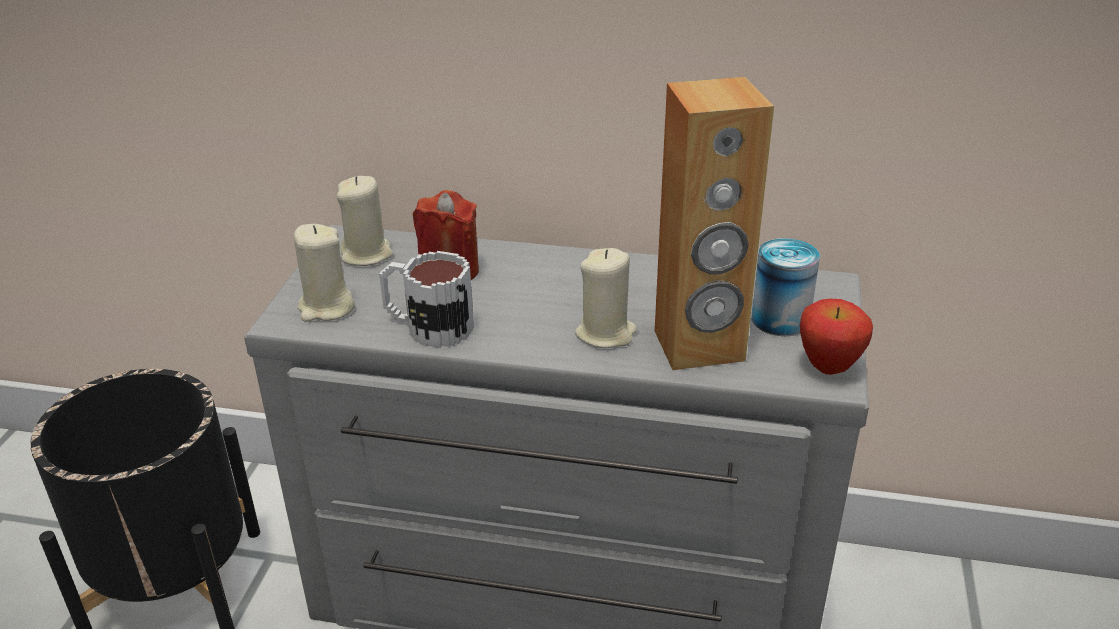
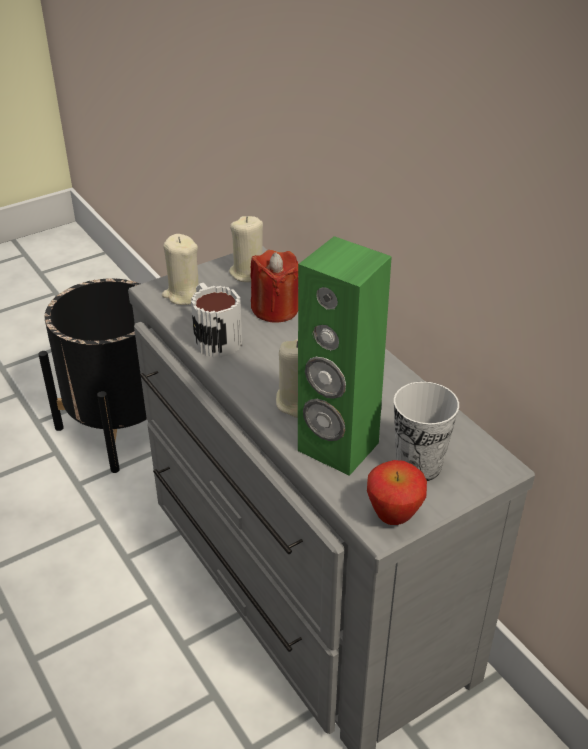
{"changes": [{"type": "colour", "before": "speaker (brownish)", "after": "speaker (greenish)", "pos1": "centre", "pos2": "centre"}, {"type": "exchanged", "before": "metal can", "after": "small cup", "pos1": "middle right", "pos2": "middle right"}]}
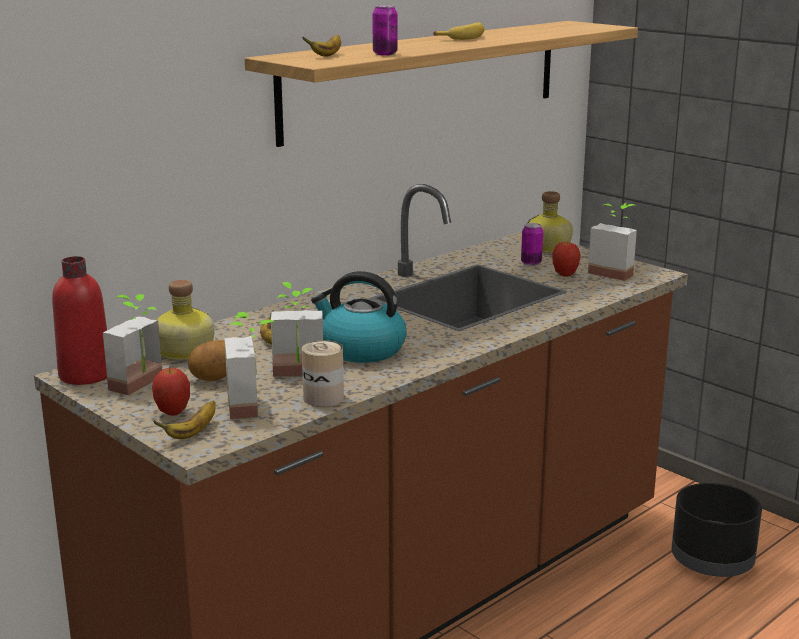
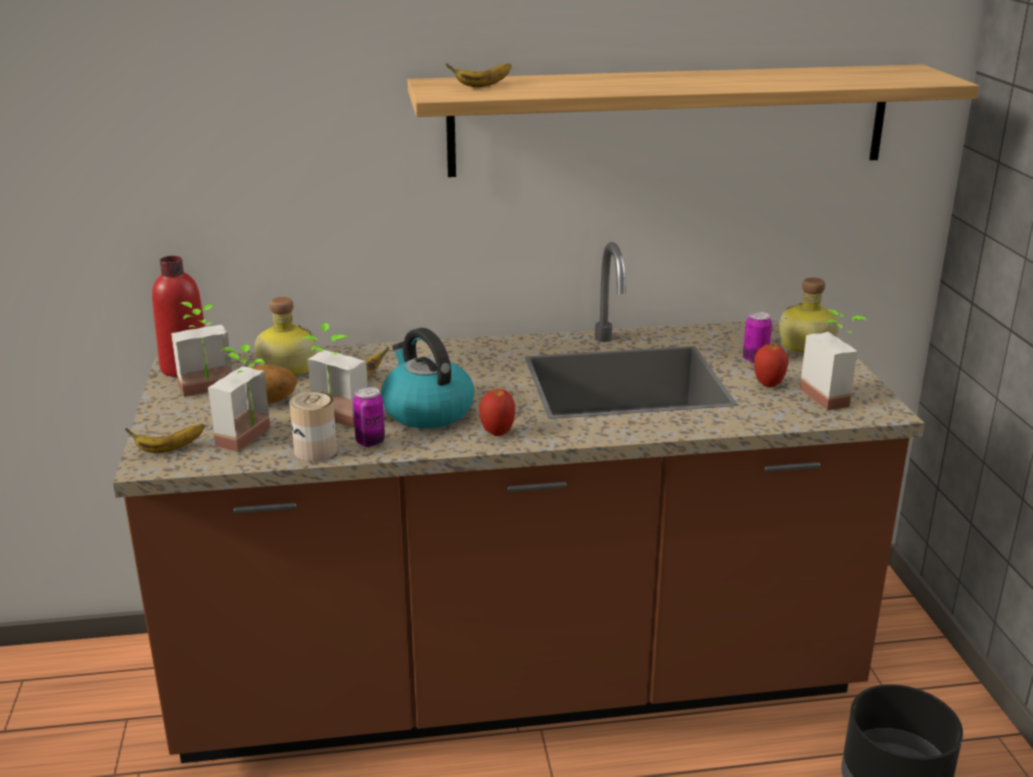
{"changes": [{"type": "relocated", "before": "apple (no. 1 from left)", "pos1": "middle left", "pos2": "centre"}, {"type": "relocated", "before": "metal can (no. 2 from left)", "pos1": "top centre", "pos2": "centre"}, {"type": "missing", "before": "banana (no. 4 from left)", "pos1": "top centre"}]}
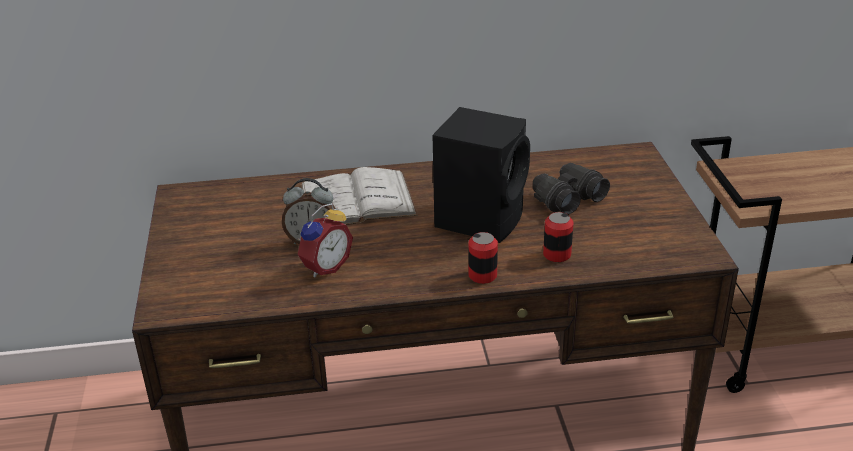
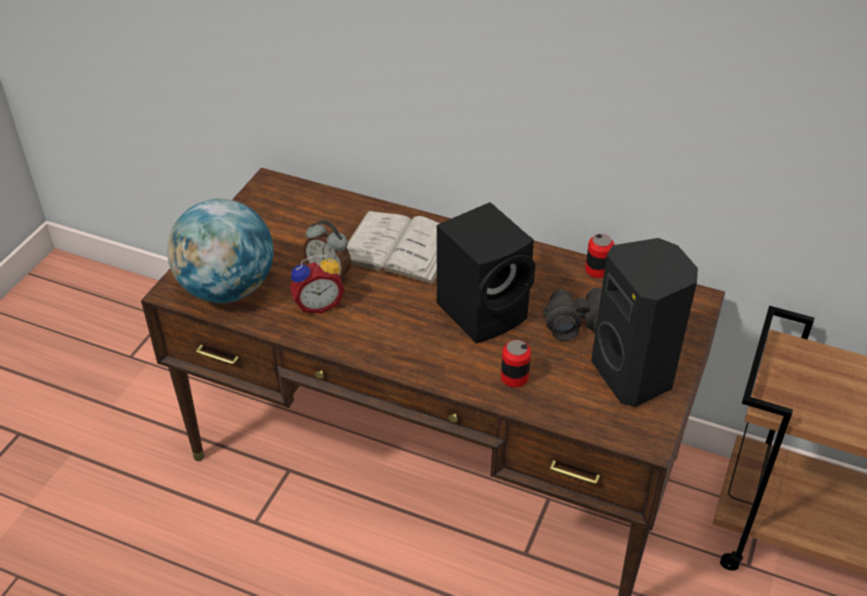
{"changes": [{"type": "relocated", "before": "metal can (no. 1 from left in the first image)", "after": "metal can (no. 2 from left)", "pos1": "centre", "pos2": "middle right"}, {"type": "appeared", "after": "globe", "pos2": "middle left"}, {"type": "appeared", "after": "speaker (black) (no. 2 from left)", "pos2": "middle right"}]}
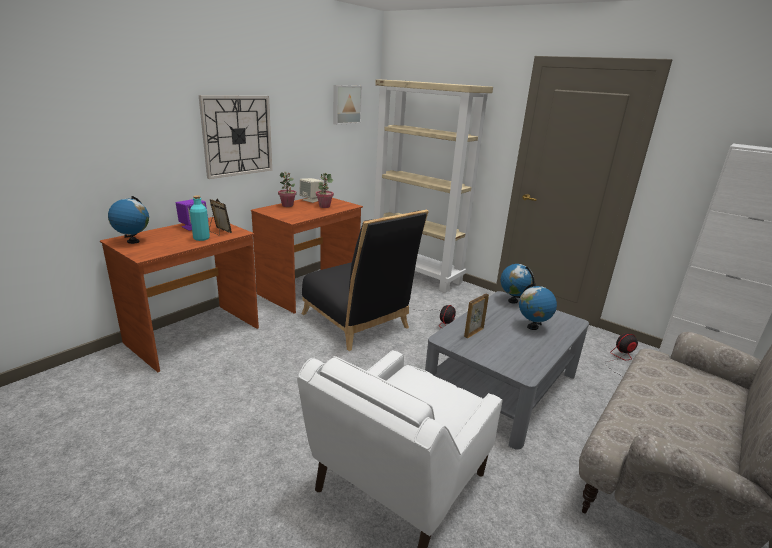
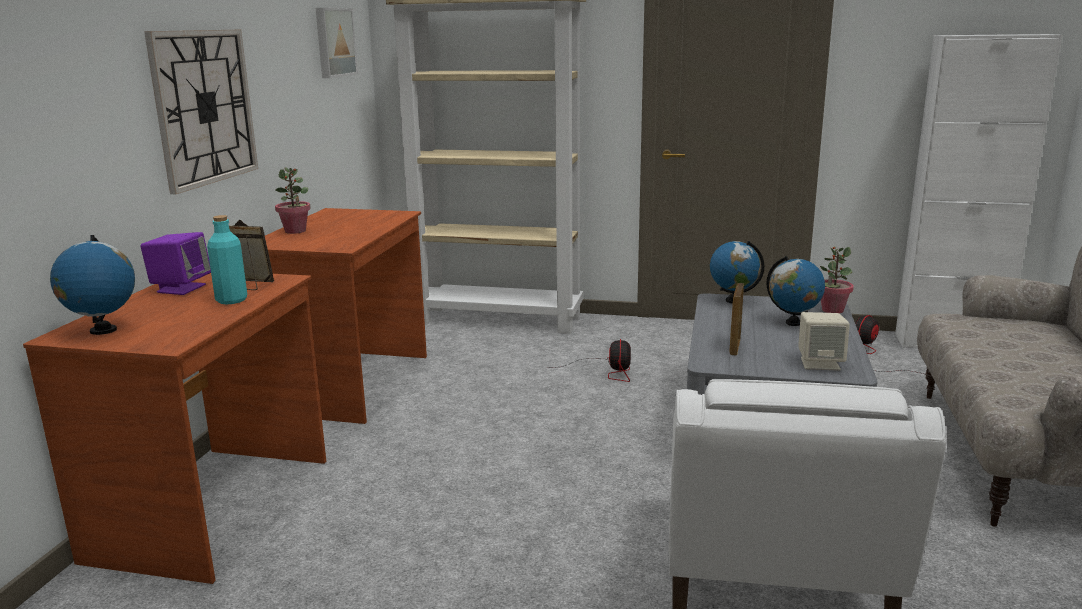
{"changes": [{"type": "relocated", "before": "speaker (beige-coloured)", "pos1": "centre", "pos2": "middle right"}, {"type": "missing", "before": "upright chair (black)", "pos1": "centre"}, {"type": "relocated", "before": "houseplant (no. 2 from left)", "pos1": "centre", "pos2": "middle right"}]}
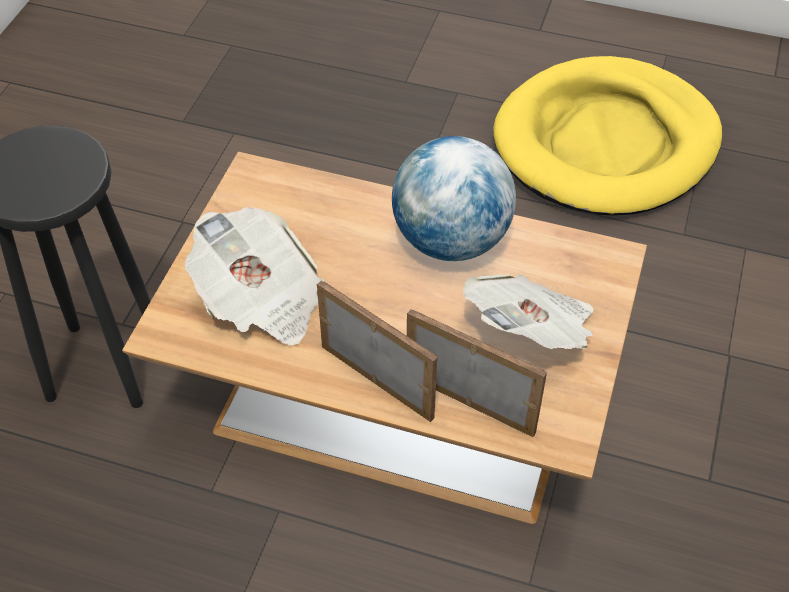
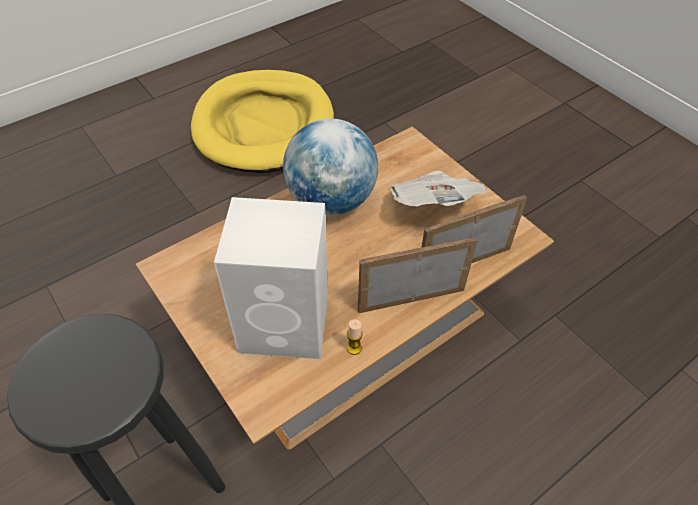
{"changes": [{"type": "exchanged", "before": "newspaper (no. 1 from left)", "after": "speaker (white)", "pos1": "middle left", "pos2": "centre"}, {"type": "appeared", "after": "wax light", "pos2": "bottom centre"}]}
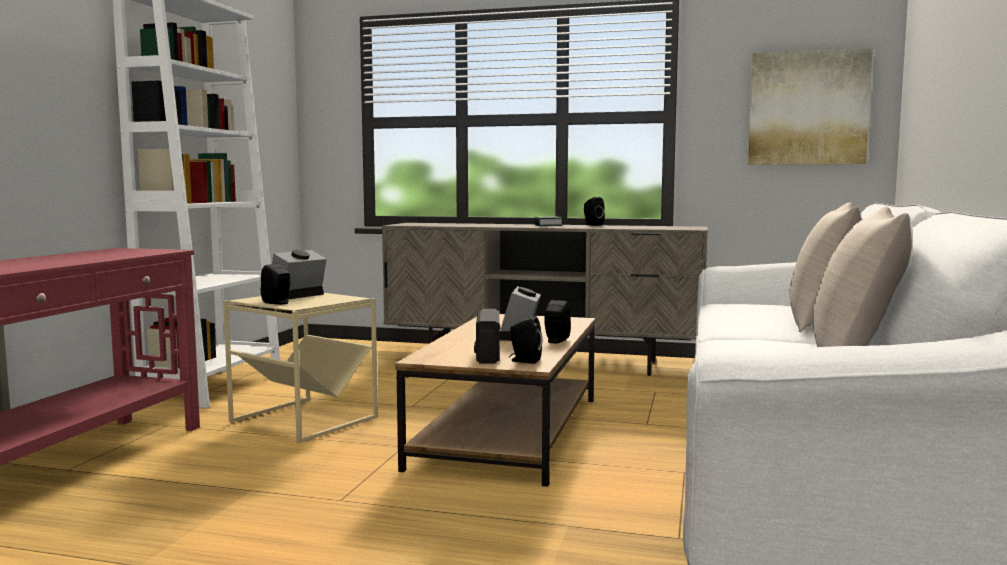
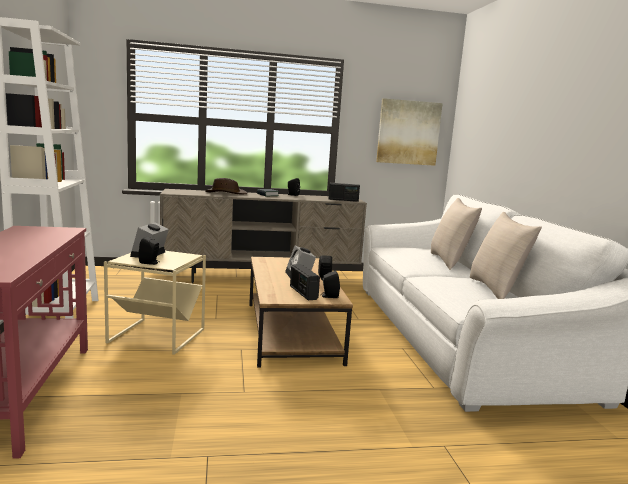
{"changes": [{"type": "appeared", "after": "clothing hat (brownish)", "pos2": "centre"}, {"type": "appeared", "after": "radio receiver (no. 2 from left)", "pos2": "centre"}]}
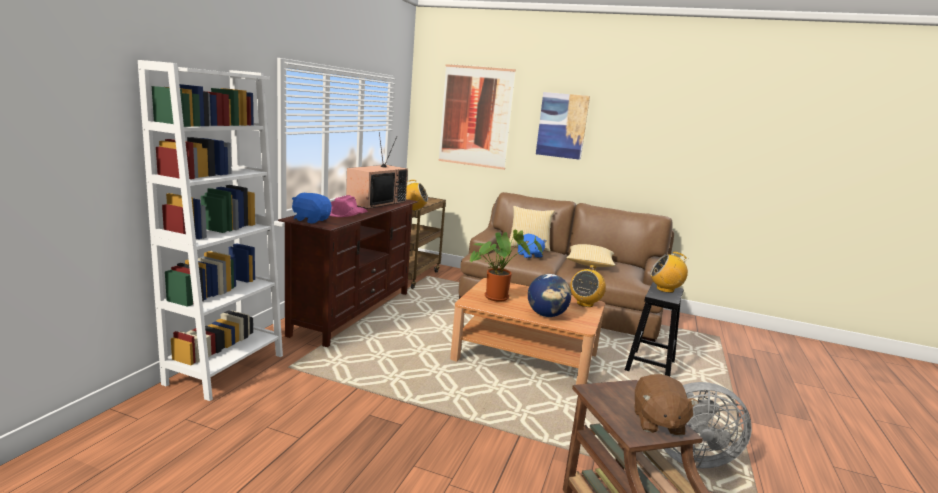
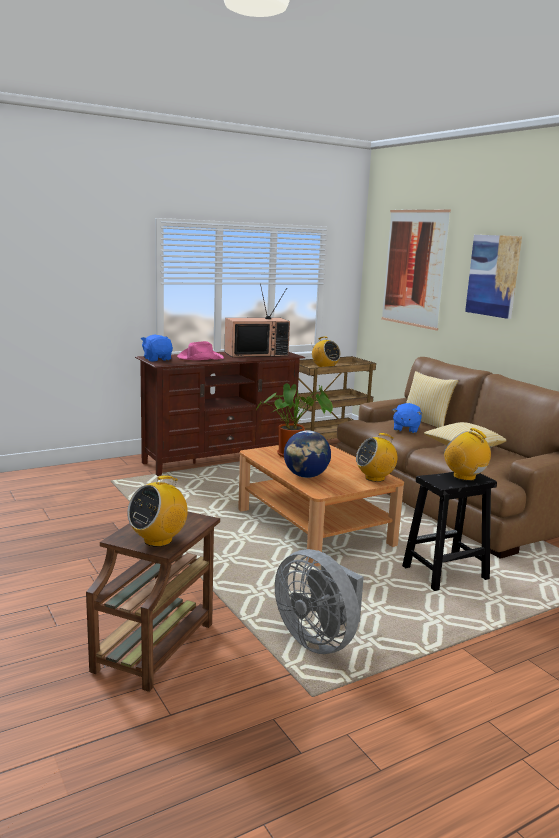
{"changes": [{"type": "missing", "before": "shelving unit (white)", "pos1": "middle left"}, {"type": "exchanged", "before": "cuddly toy (brownish)", "after": "radio receiver (no. 1 from left)", "pos1": "bottom right", "pos2": "middle left"}]}
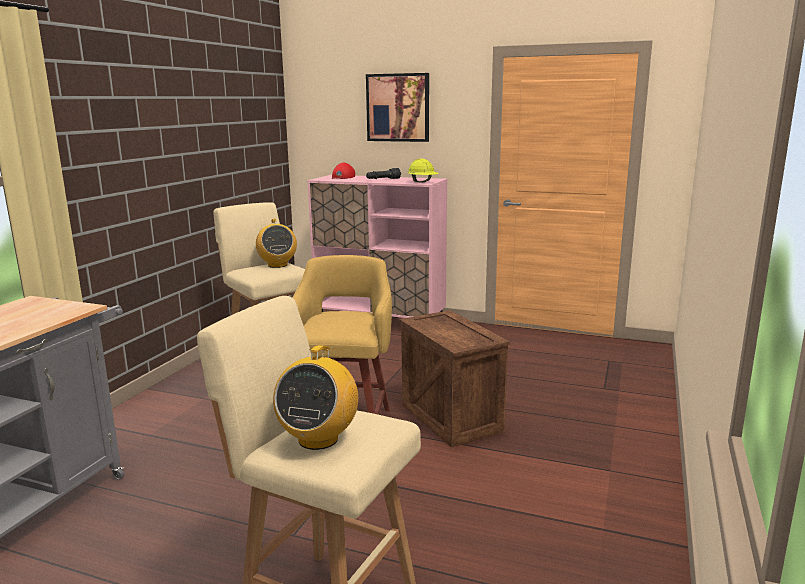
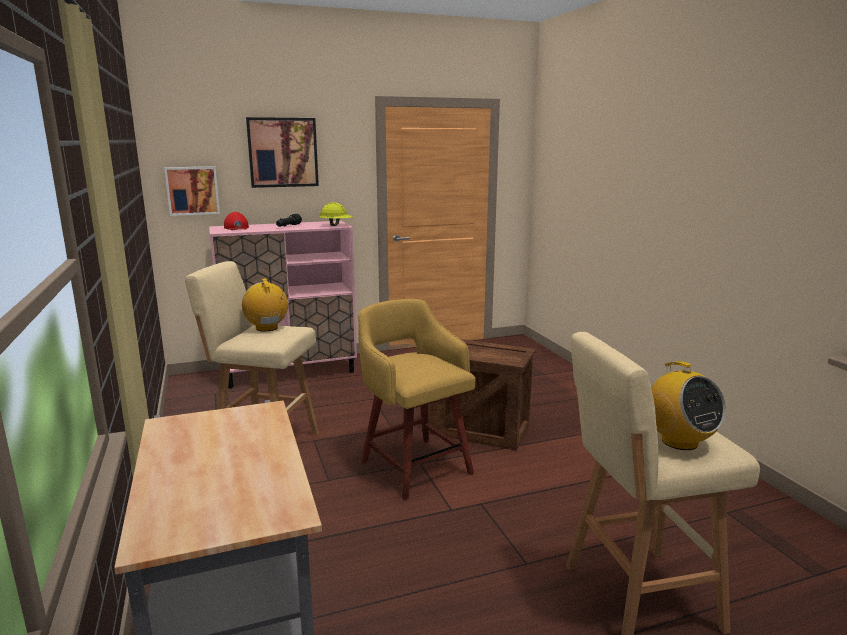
{"changes": [{"type": "spun", "before": "radio receiver (no. 1 from left)", "pos1": "centre", "pos2": "middle left", "turn": -150}, {"type": "appeared", "after": "wall picture (no. 1 from left)", "pos2": "top left"}]}
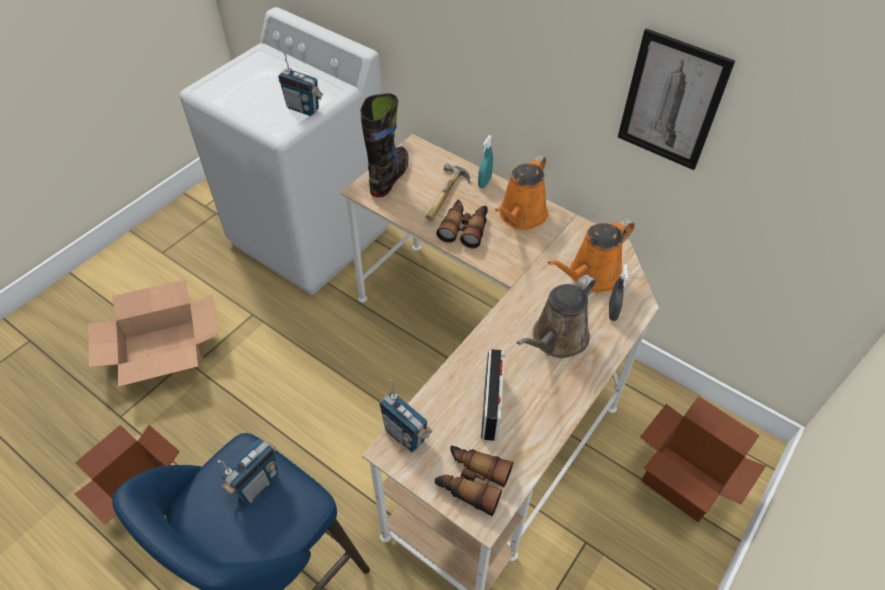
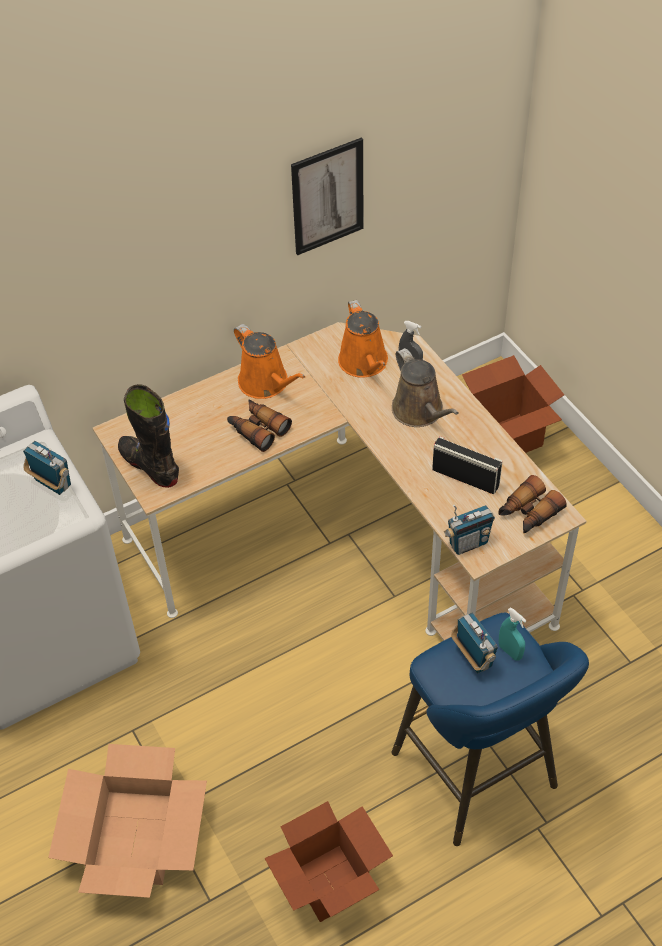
{"changes": [{"type": "spun", "before": "radio receiver (no. 2 from left in the first image)", "pos1": "top centre", "pos2": "middle left", "turn": -105}, {"type": "missing", "before": "hand hammer", "pos1": "top centre"}, {"type": "relocated", "before": "hand sprayer (turquoise)", "pos1": "top centre", "pos2": "bottom right"}]}
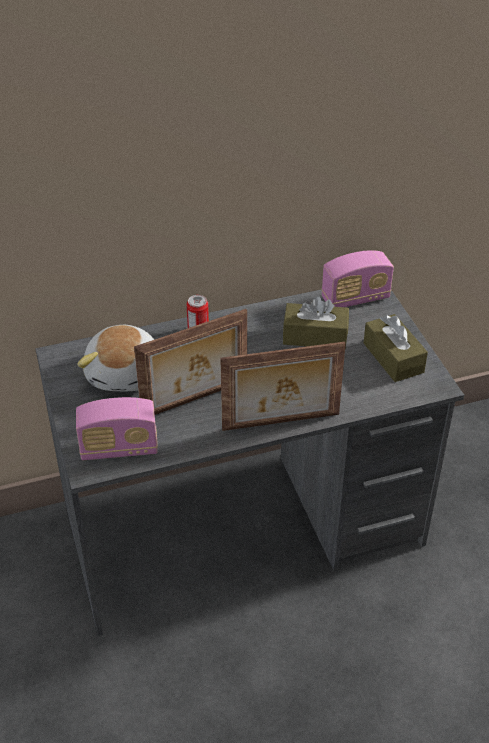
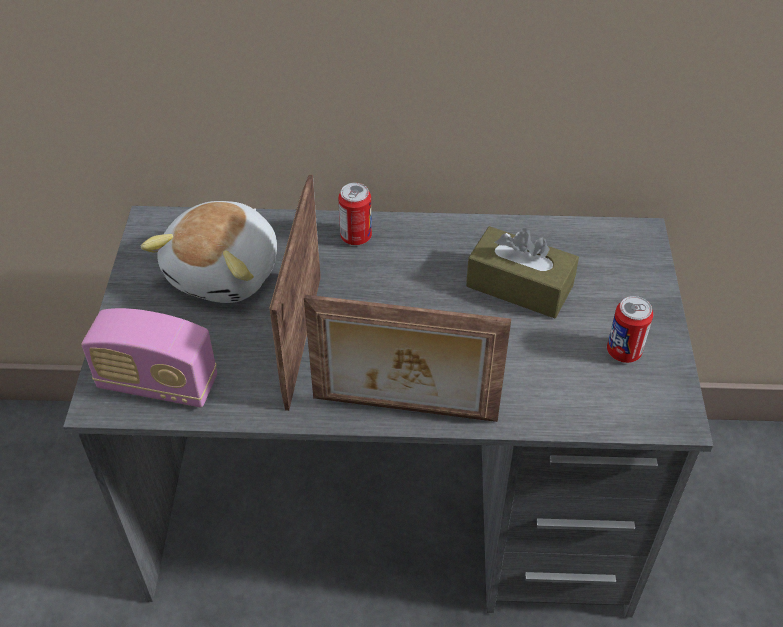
{"changes": [{"type": "spun", "before": "standing frame (no. 1 from left)", "pos1": "centre", "pos2": "centre", "turn": 105}, {"type": "missing", "before": "radio receiver (no. 2 from left)", "pos1": "middle right"}, {"type": "exchanged", "before": "tissue box (brownish) (no. 2 from left)", "after": "metal can (no. 2 from left)", "pos1": "middle right", "pos2": "middle right"}]}
